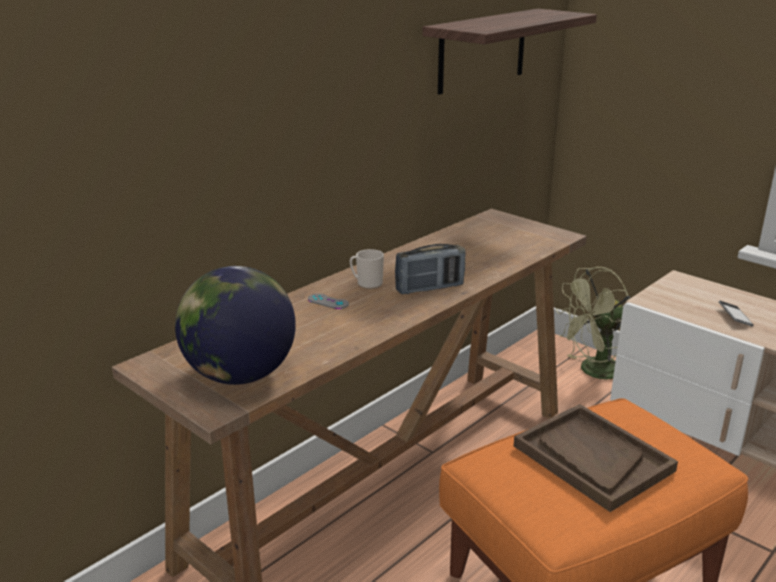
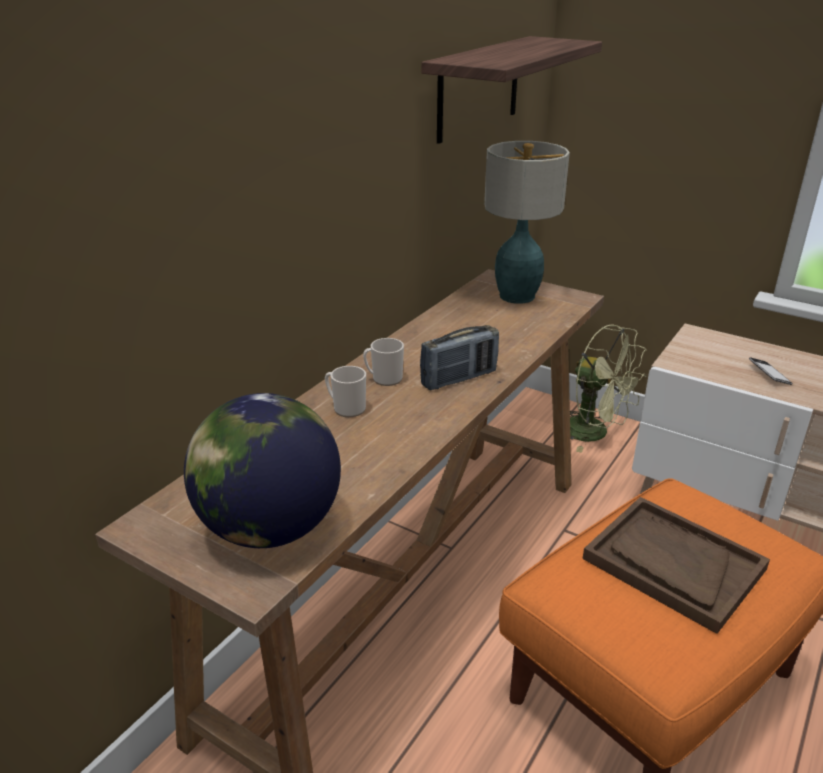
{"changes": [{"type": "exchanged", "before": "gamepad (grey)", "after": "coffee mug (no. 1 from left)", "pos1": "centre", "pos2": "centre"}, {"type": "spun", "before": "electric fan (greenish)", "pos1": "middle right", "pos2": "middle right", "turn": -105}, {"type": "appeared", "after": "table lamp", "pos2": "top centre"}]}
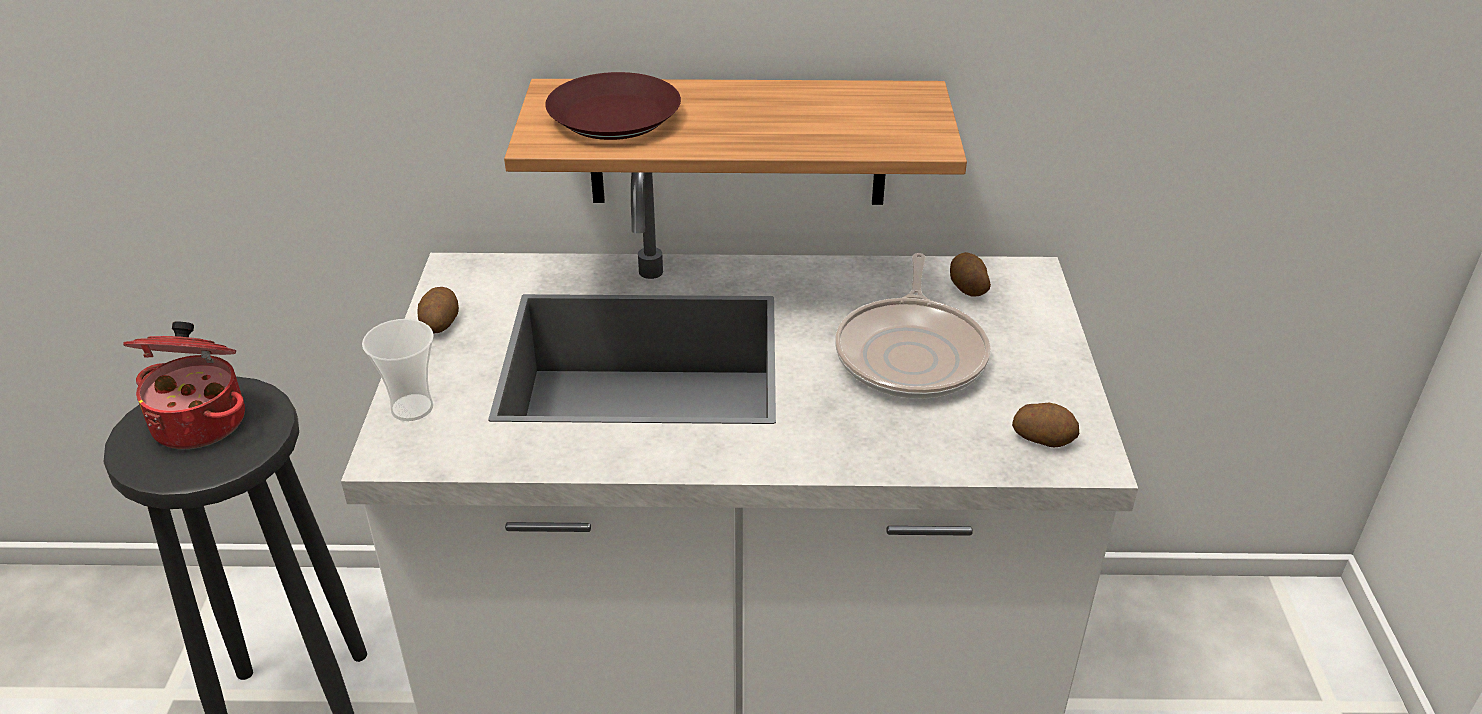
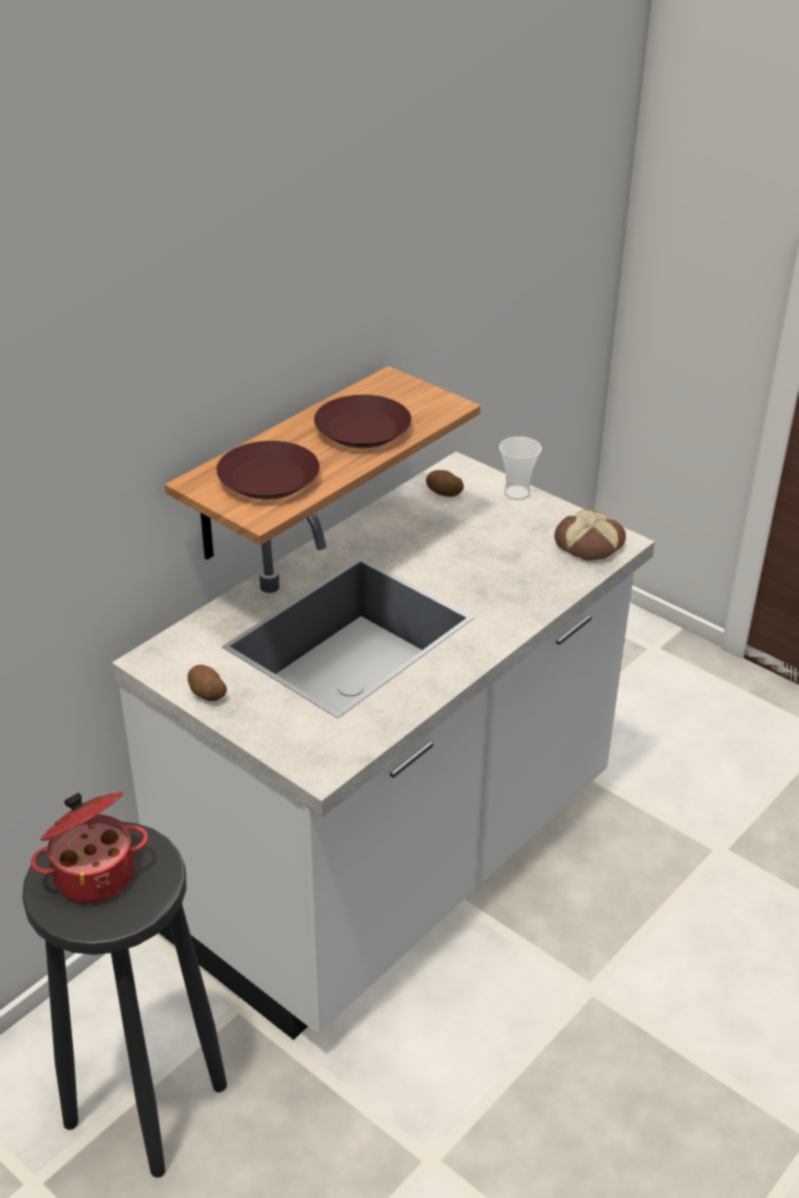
{"changes": [{"type": "relocated", "before": "small cup", "pos1": "middle left", "pos2": "centre"}, {"type": "missing", "before": "frying pan", "pos1": "centre"}, {"type": "exchanged", "before": "potato (no. 3 from left)", "after": "bread", "pos1": "middle right", "pos2": "middle right"}, {"type": "appeared", "after": "dinner plate (brownish) (no. 2 from left)", "pos2": "centre"}]}
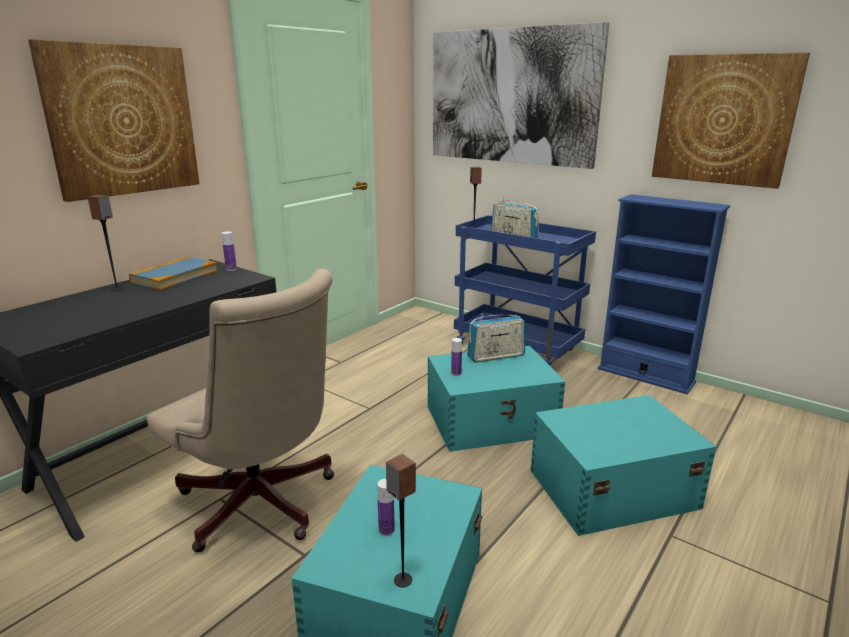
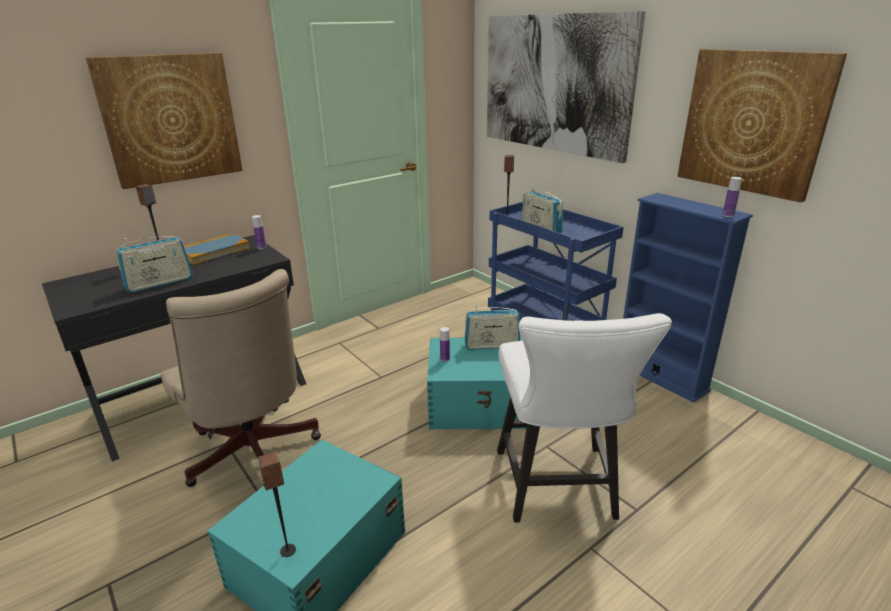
{"changes": [{"type": "relocated", "before": "bottle (no. 2 from left in the first image)", "after": "bottle (no. 3 from left)", "pos1": "bottom centre", "pos2": "top right"}, {"type": "exchanged", "before": "storage bin (turquoise) (no. 3 from left)", "after": "upright chair (white)", "pos1": "bottom right", "pos2": "bottom centre"}, {"type": "appeared", "after": "radio receiver (no. 1 from left)", "pos2": "middle left"}]}
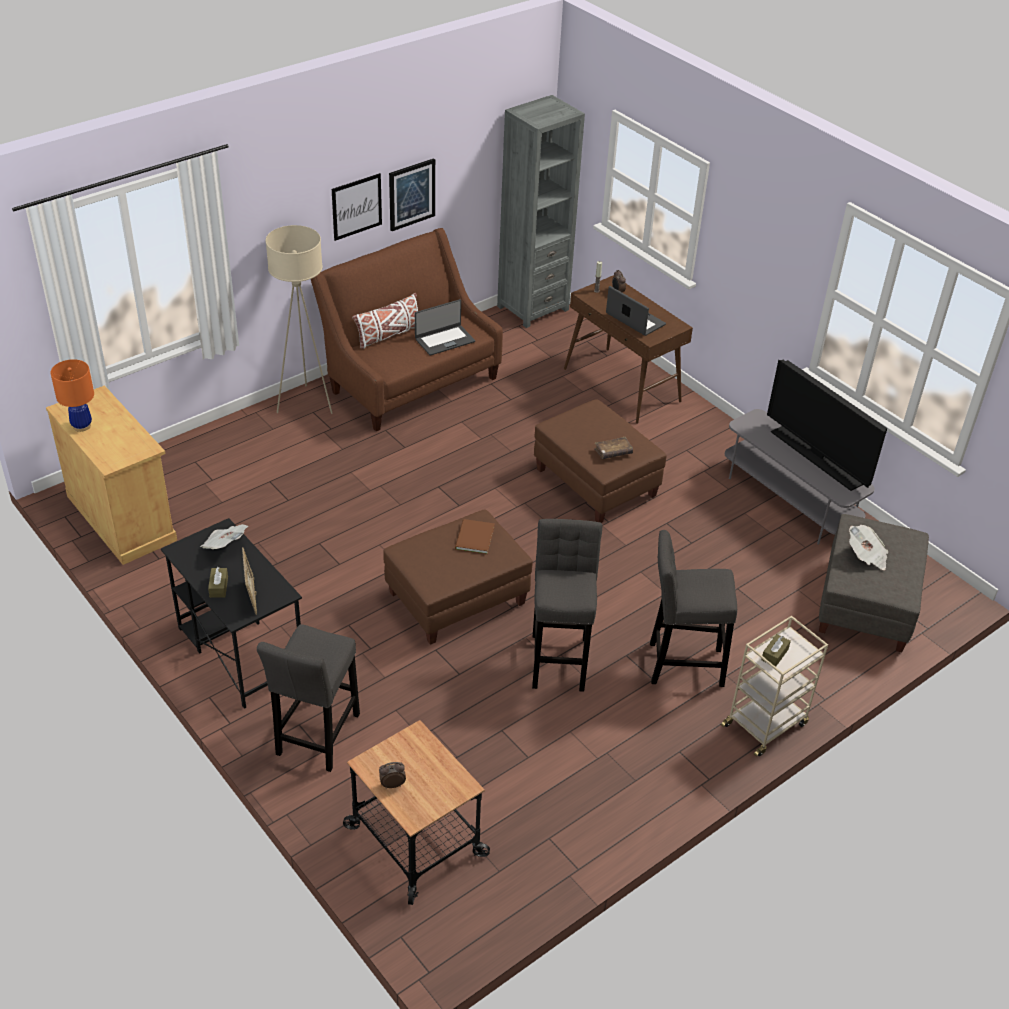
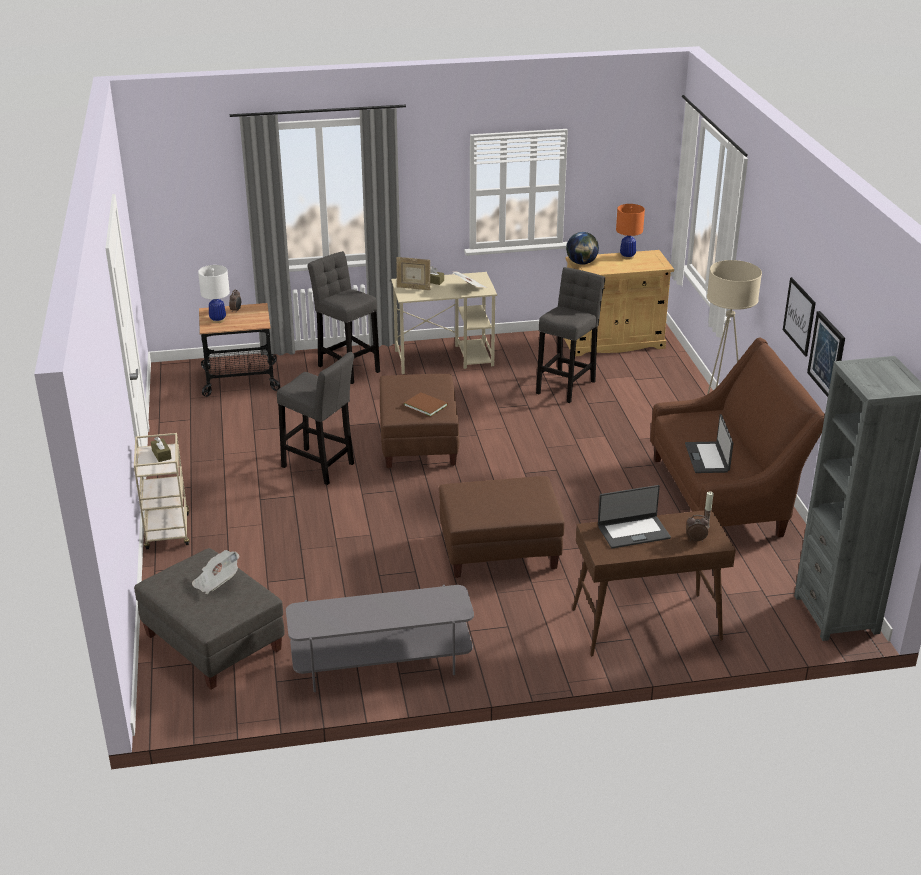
{"changes": [{"type": "colour", "before": "desk unit (black)", "after": "desk unit (beige-coloured)", "pos1": "middle left", "pos2": "centre"}, {"type": "missing", "before": "cushion (white)", "pos1": "top centre"}, {"type": "missing", "before": "volume (brownish) (no. 2 from left)", "pos1": "centre"}, {"type": "relocated", "before": "sitting stool (grey) (no. 3 from left)", "pos1": "middle right", "pos2": "centre"}, {"type": "missing", "before": "television", "pos1": "middle right"}, {"type": "appeared", "after": "table lamp (white)", "pos2": "middle left"}, {"type": "appeared", "after": "globe", "pos2": "top centre"}]}
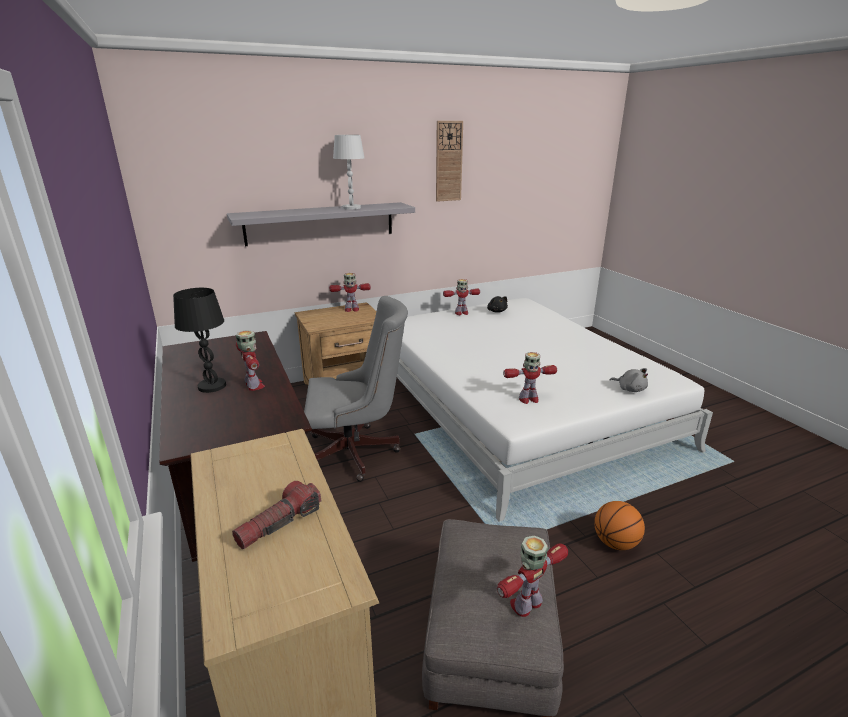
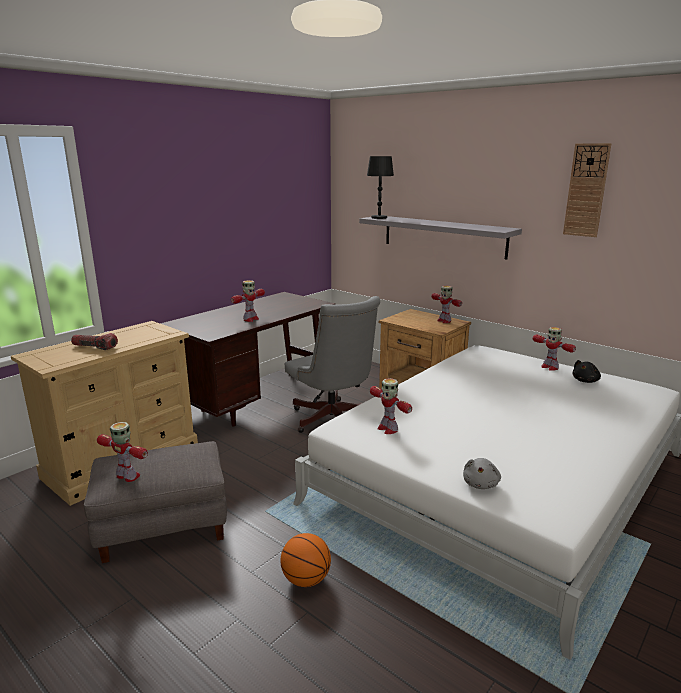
{"changes": [{"type": "relocated", "before": "table lamp (black)", "pos1": "middle left", "pos2": "top centre"}, {"type": "missing", "before": "table lamp (white)", "pos1": "top centre"}]}
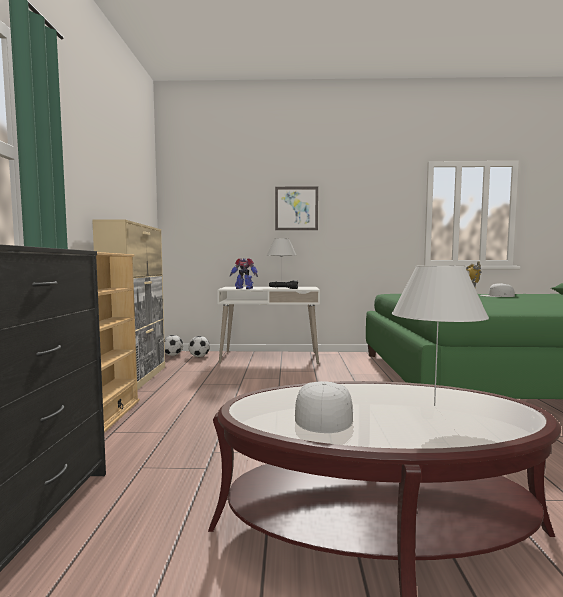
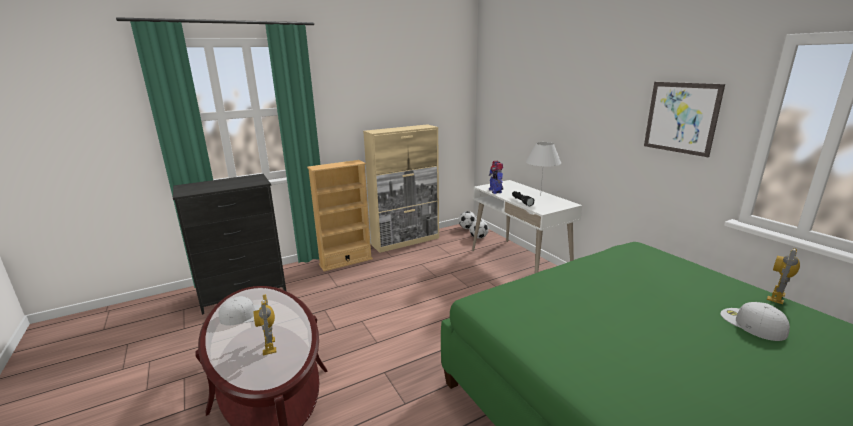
{"changes": [{"type": "relocated", "before": "wall picture", "pos1": "centre", "pos2": "top right"}, {"type": "exchanged", "before": "table lamp (white) (no. 2 from left)", "after": "toy robot (no. 1 from left)", "pos1": "middle right", "pos2": "bottom left"}]}
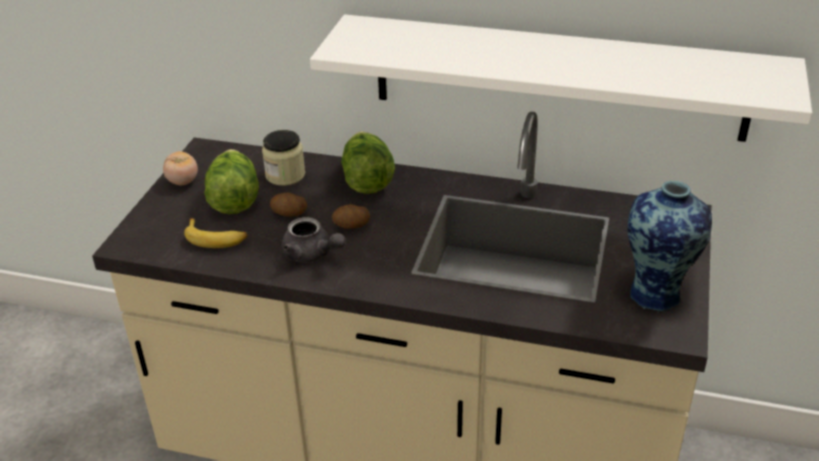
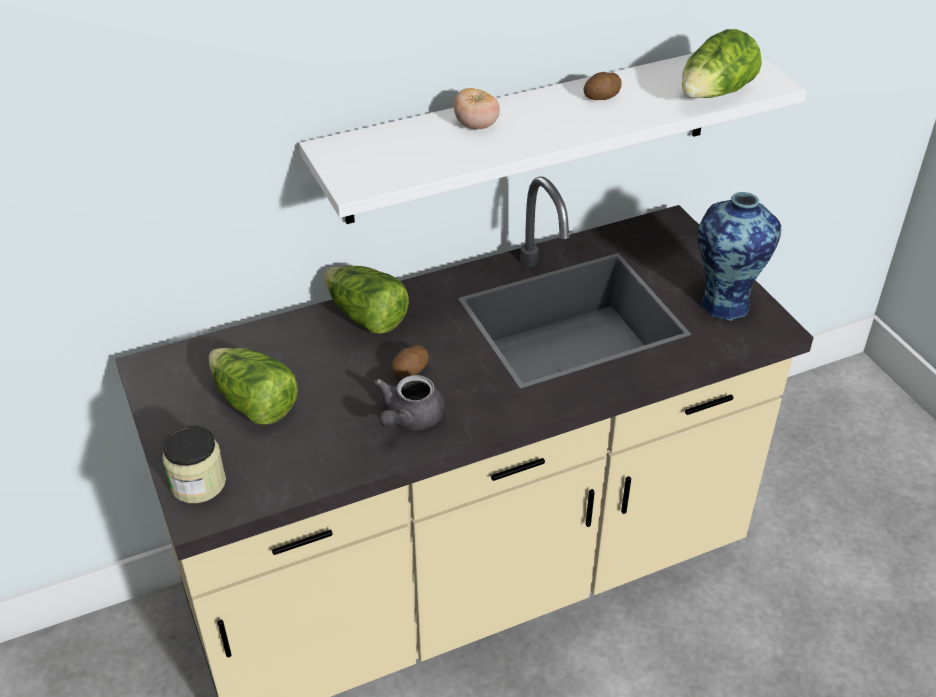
{"changes": [{"type": "relocated", "before": "tomato", "pos1": "middle left", "pos2": "top centre"}, {"type": "missing", "before": "banana", "pos1": "middle left"}, {"type": "relocated", "before": "storage jar", "pos1": "centre", "pos2": "middle left"}, {"type": "relocated", "before": "potato (no. 1 from left in the first image)", "after": "potato (no. 2 from left)", "pos1": "centre", "pos2": "top centre"}, {"type": "spun", "before": "teapot (grey)", "pos1": "centre", "pos2": "centre", "turn": 120}, {"type": "appeared", "after": "lettuce head (no. 3 from left)", "pos2": "top right"}]}
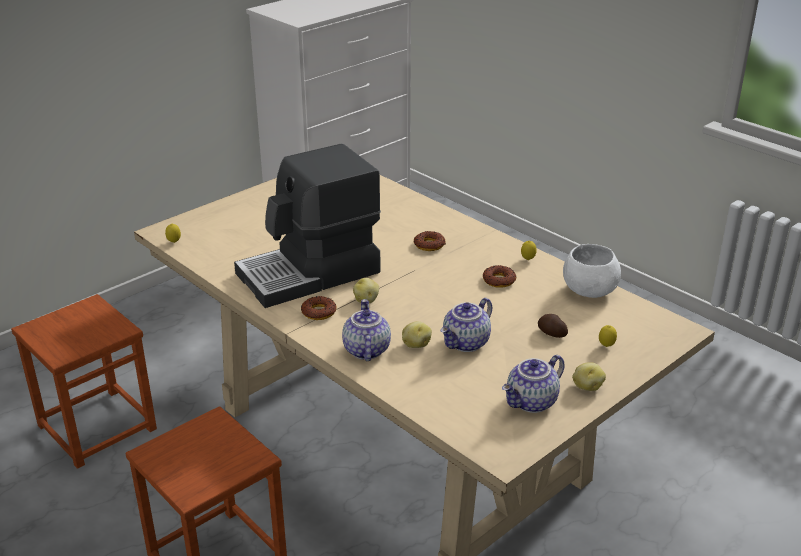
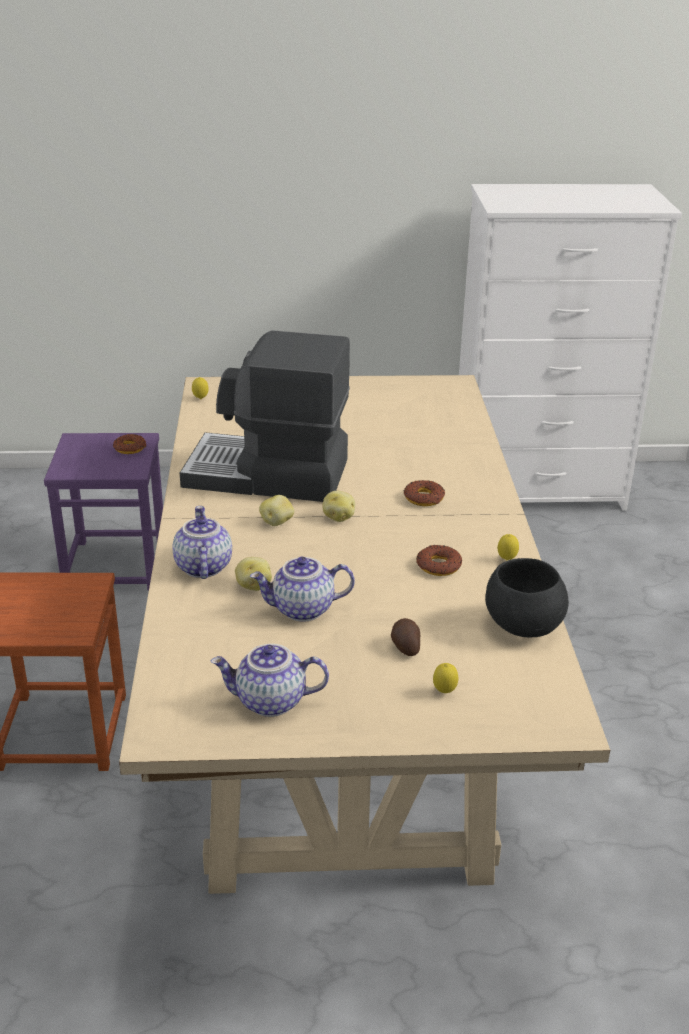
{"changes": [{"type": "colour", "before": "sitting stool (brownish) (no. 1 from left)", "after": "sitting stool (purple)", "pos1": "bottom left", "pos2": "middle left"}, {"type": "relocated", "before": "donut (no. 1 from left)", "pos1": "centre", "pos2": "middle left"}, {"type": "spun", "before": "teapot (no. 1 from left)", "pos1": "centre", "pos2": "middle left", "turn": -45}, {"type": "colour", "before": "bowl (white)", "after": "bowl (black)", "pos1": "middle right", "pos2": "middle right"}, {"type": "relocated", "before": "potato (no. 4 from left in the first image)", "after": "potato (no. 3 from left)", "pos1": "bottom right", "pos2": "centre"}]}
